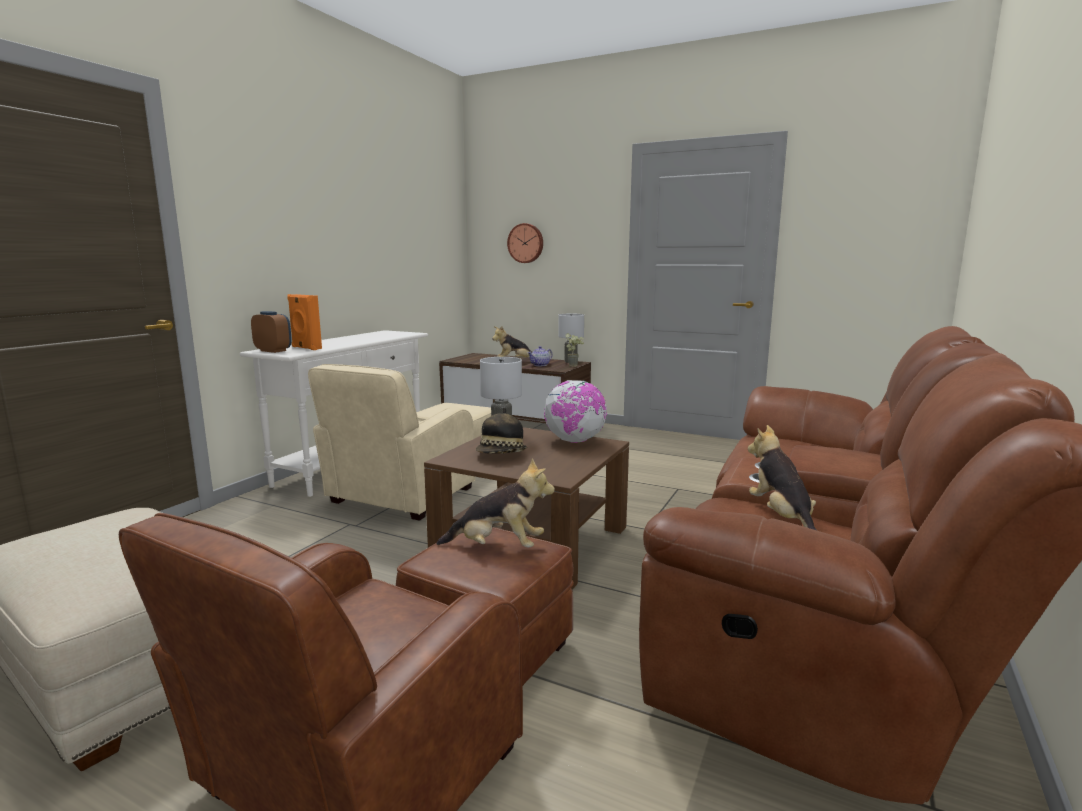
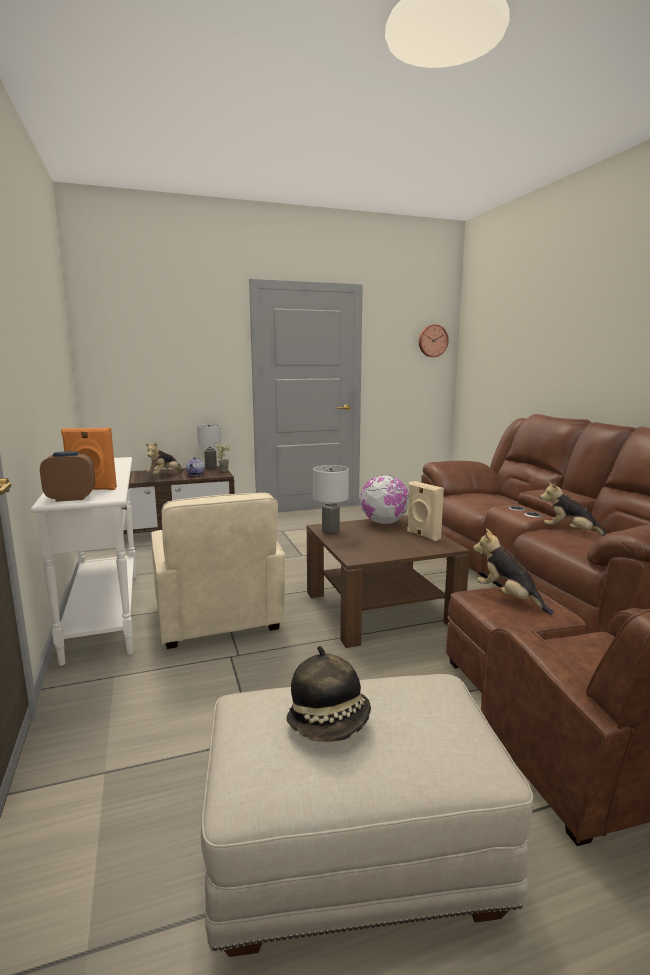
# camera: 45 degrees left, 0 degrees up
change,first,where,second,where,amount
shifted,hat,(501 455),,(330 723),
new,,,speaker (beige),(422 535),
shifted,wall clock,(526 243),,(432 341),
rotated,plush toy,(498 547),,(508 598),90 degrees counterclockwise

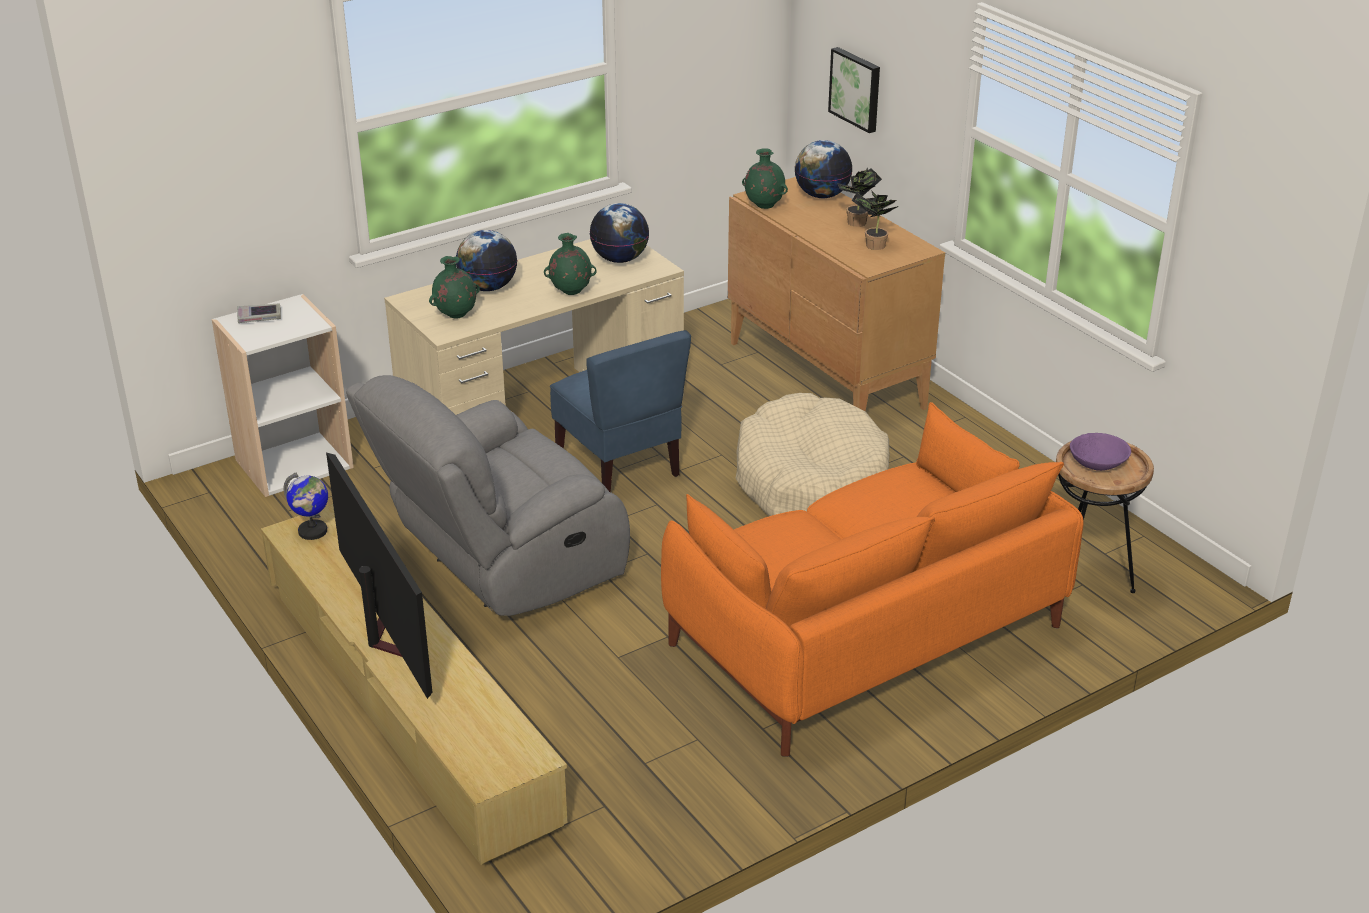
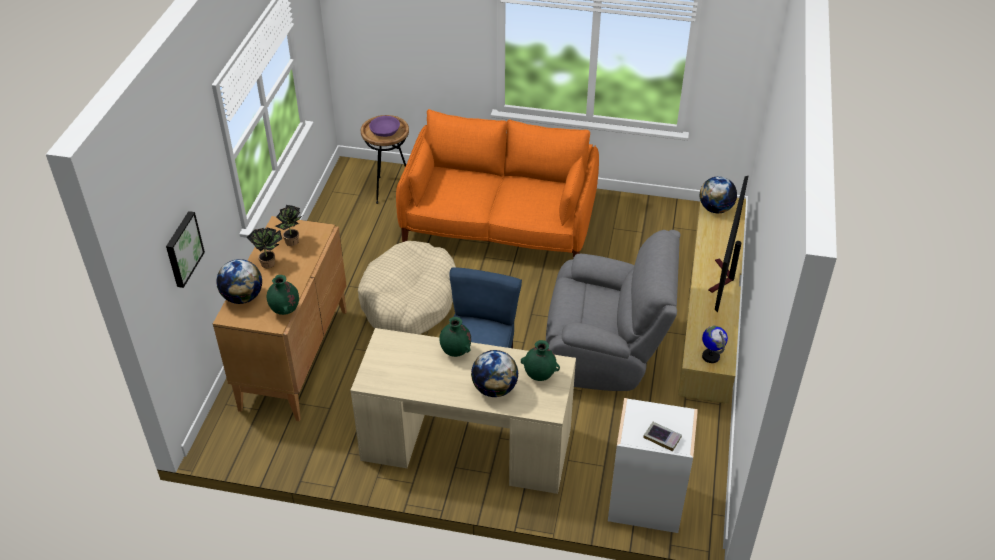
# camera: 135 degrees left, 10 degrees up
change,first,where,second,where,amount
shifted,globe,(620 259),,(715 209),

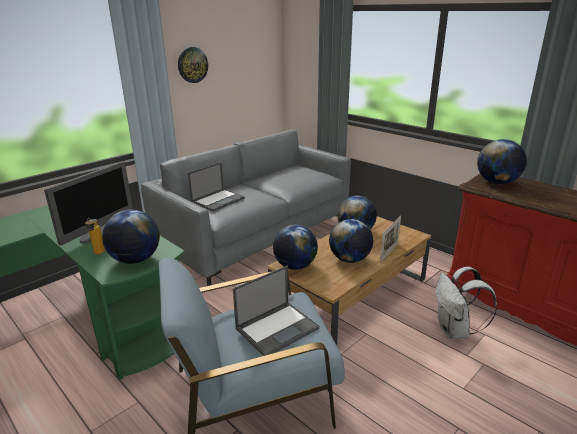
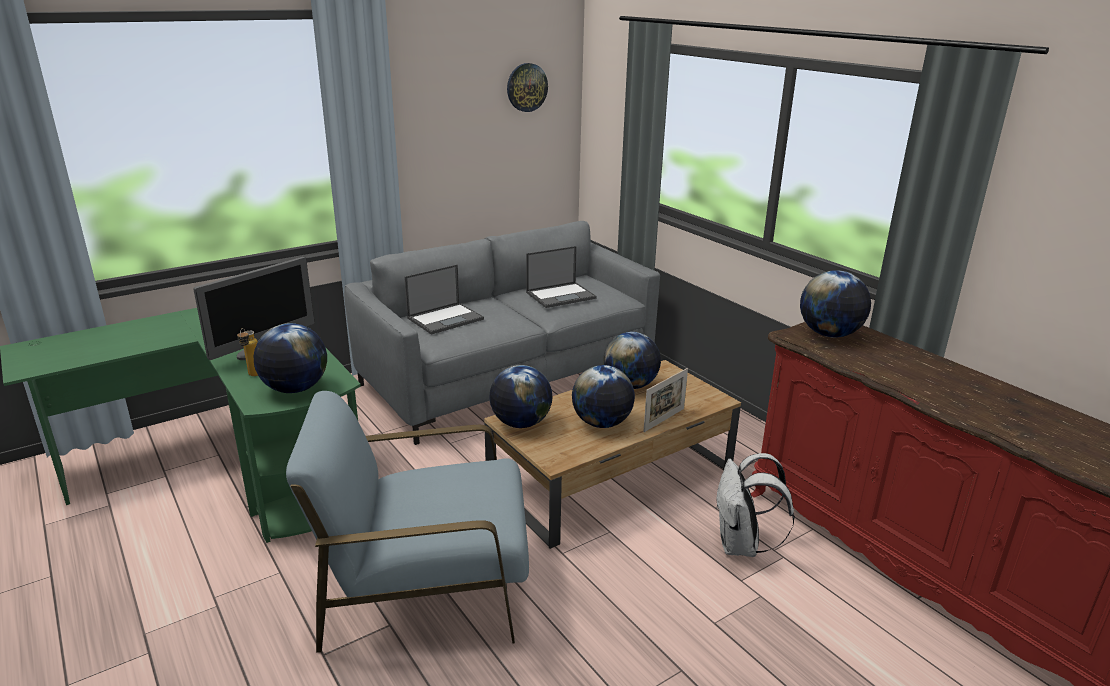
# camera: 10 degrees right, 0 degrees up
change,first,where,second,where,amount
shifted,wall clock,(192 65),,(526 87),
shifted,laptop,(278 328),,(561 295),

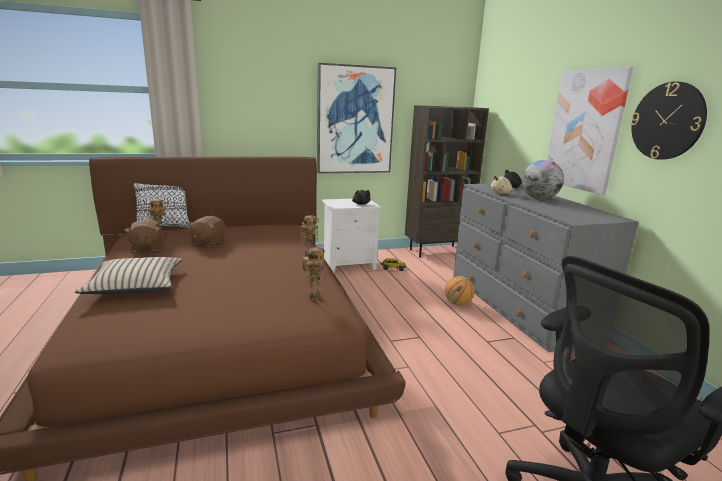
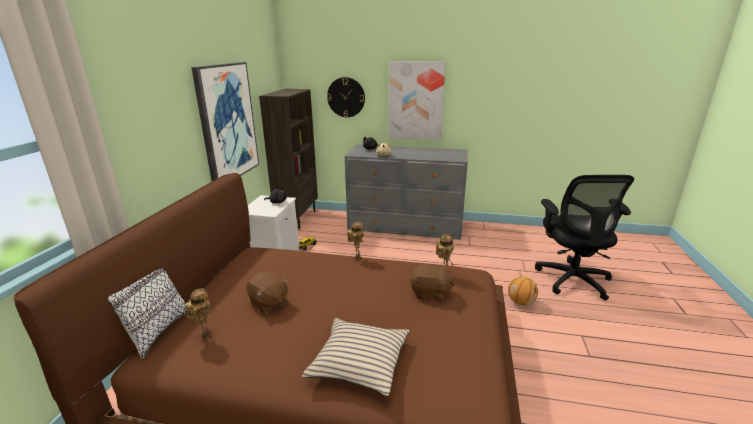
# camera: 60 degrees left, 5 degrees up
change,first,where,second,where,amount
shifted,wall clock,(667 121),,(346 97),
shifted,plush toy (brown),(146 247),,(430 293),
shifted,basketball,(458 303),,(521 302),
gone,globe,(539 199),,,

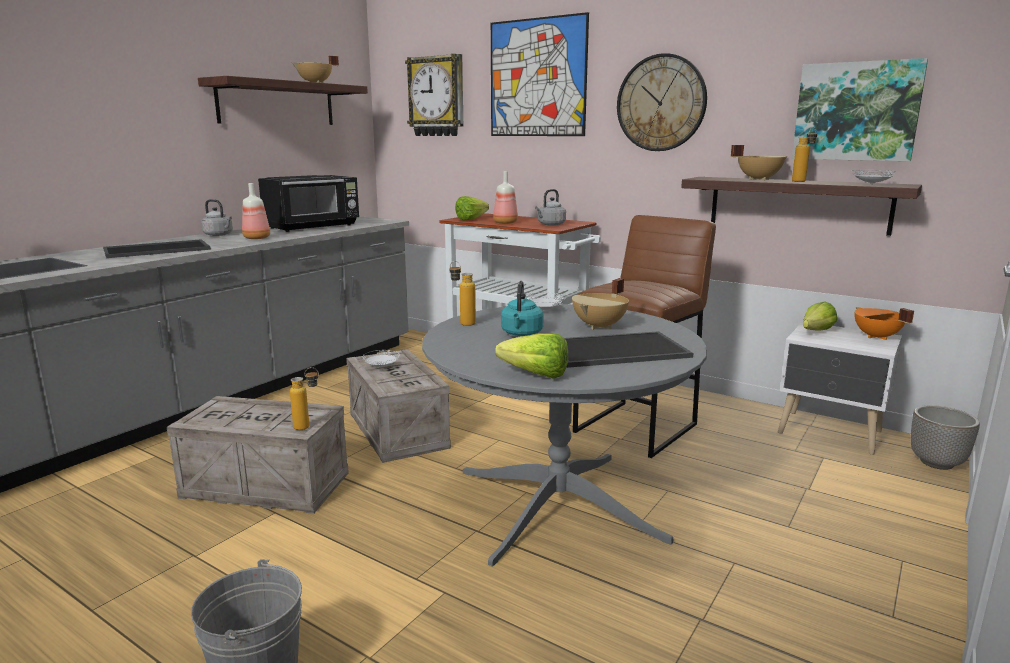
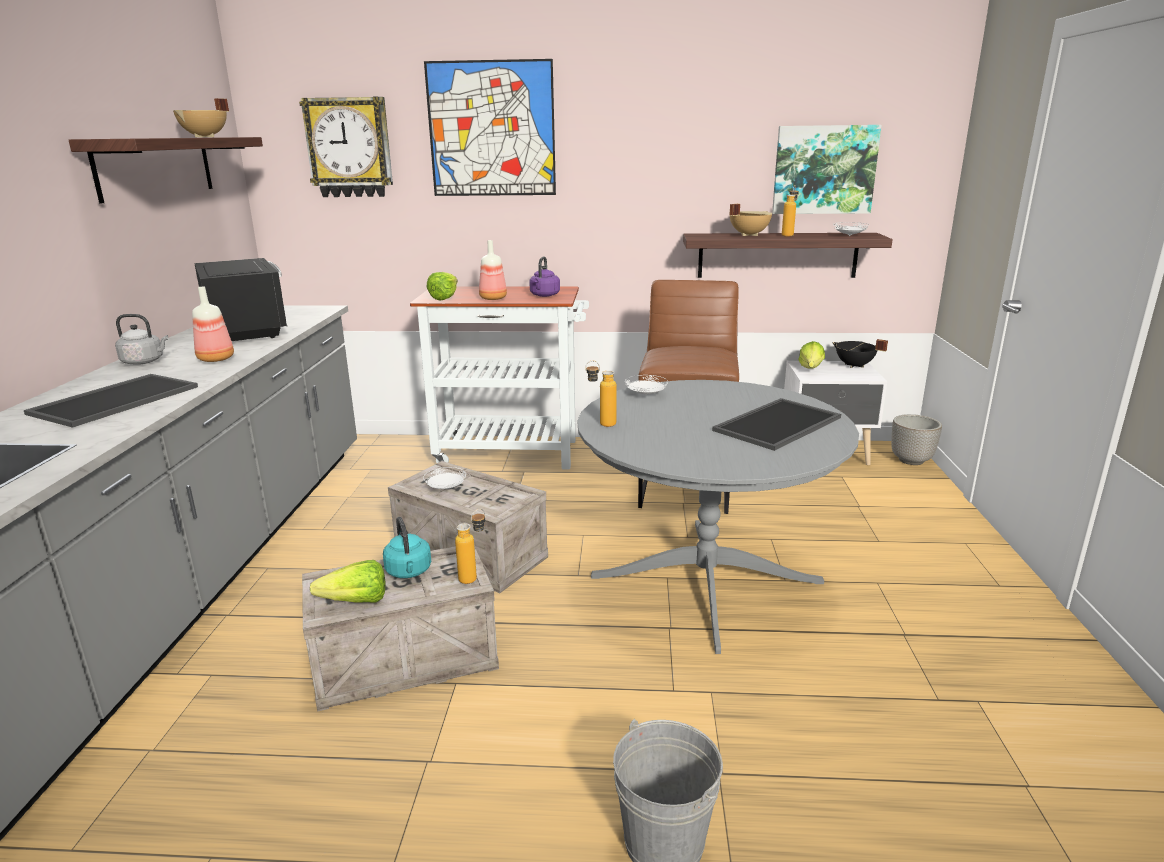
# camera: 30 degrees left, 5 degrees up
change,first,where,second,where,amount
rotated,microwave (black),(313 226),,(247 330),45 degrees counterclockwise
shifted,lettuce,(530 374),,(350 602),
shifted,kettle (turquoise),(521 334),,(409 572),
repainted,kettle (grey),(550 224),kettle (purple),(544 295),
repainted,cooking pot (orange),(876 337),cooking pot (black),(854 366),
gone,cooking pot (beige),(600 326),,,
gone,wall clock,(661 103),,,

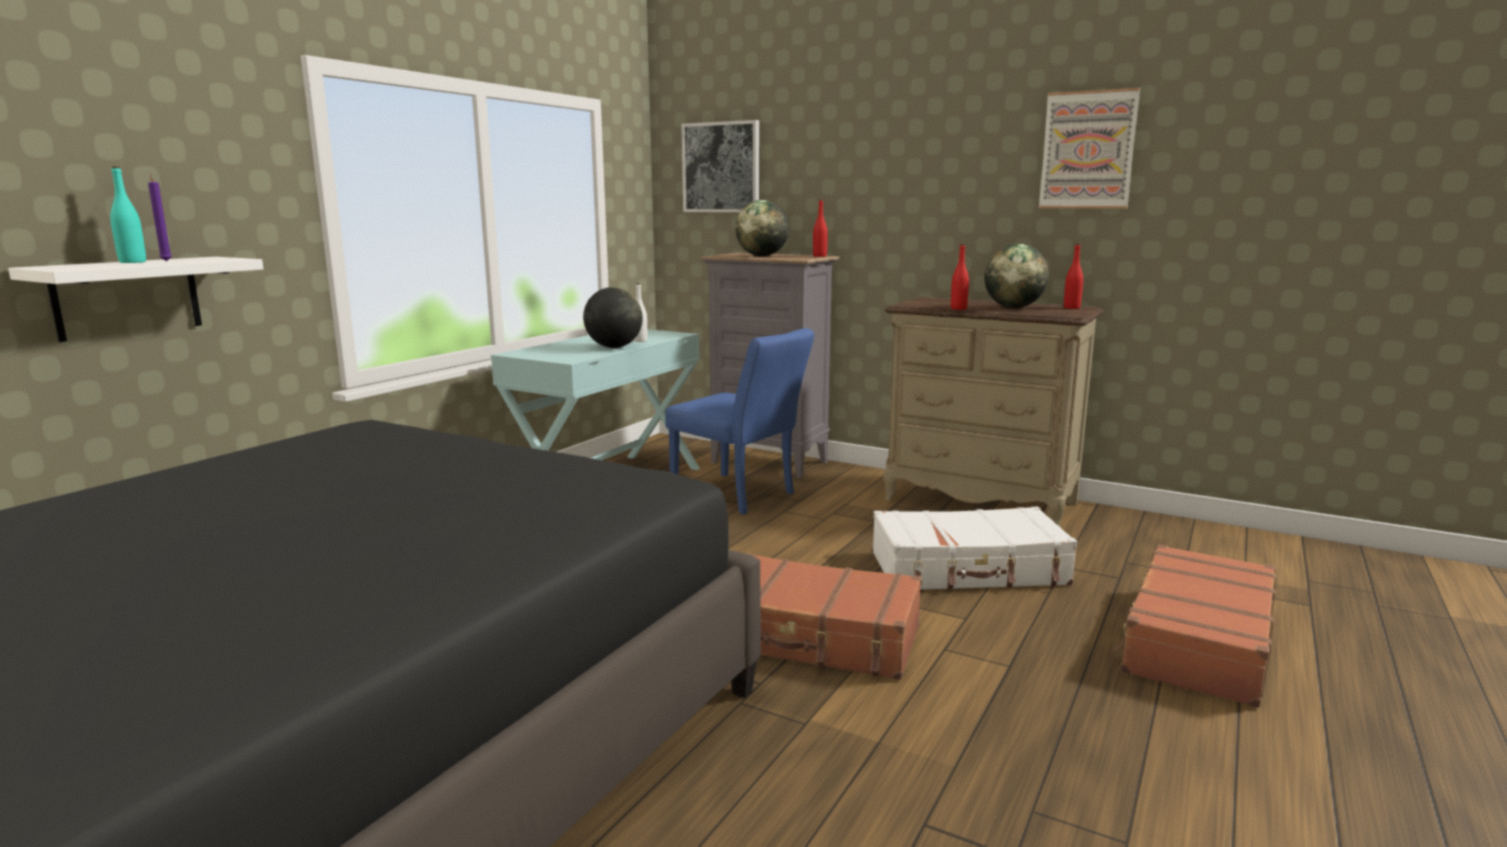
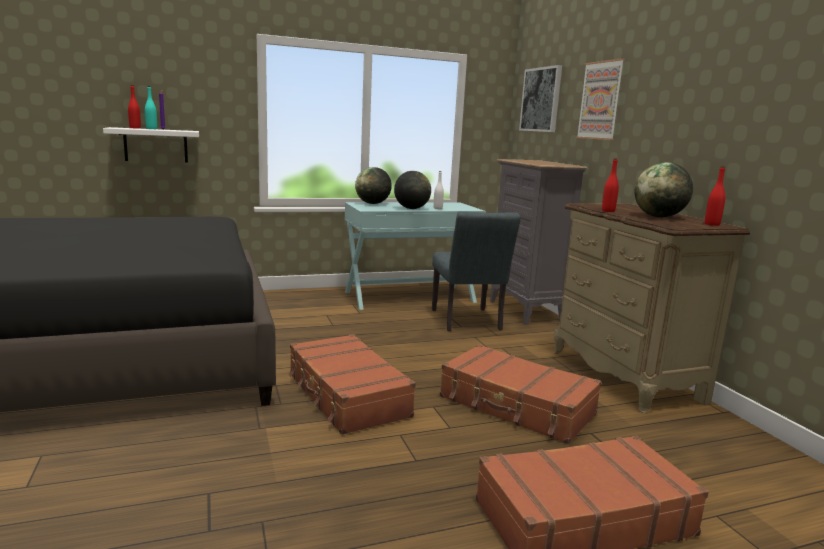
# camera: 40 degrees right, 0 degrees up
change,first,where,second,where,amount
shifted,bottle (red),(819 256),,(135 128),
shifted,globe,(762 256),,(372 203),
repainted,chair (blue),(740 496),chair (grey),(467 322),
repainted,suitcase (white),(969 569),suitcase (brown),(516 406),
shifted,picture,(1088 150),,(600 100),

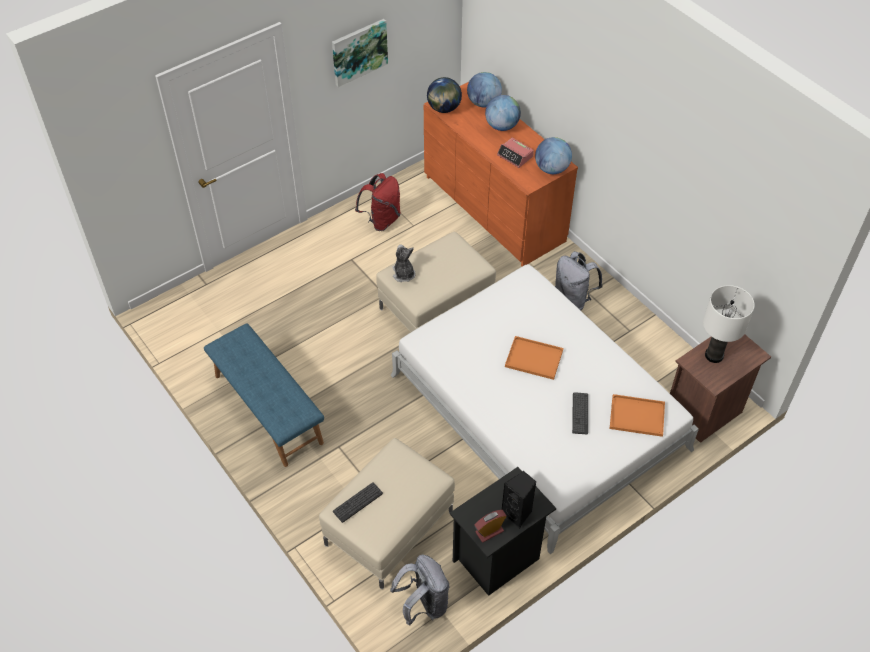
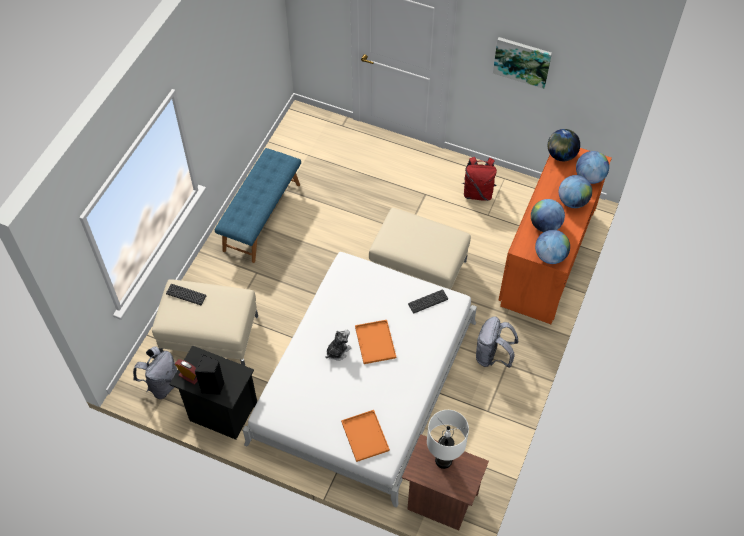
# camera: 60 degrees right, 5 degrees up
change,first,where,second,where,amount
shifted,plush toy,(403 274),,(337 351),
shifted,keyboard,(580 413),,(428 301),
swapped,alarm clock,(515 156),globe,(545 225),

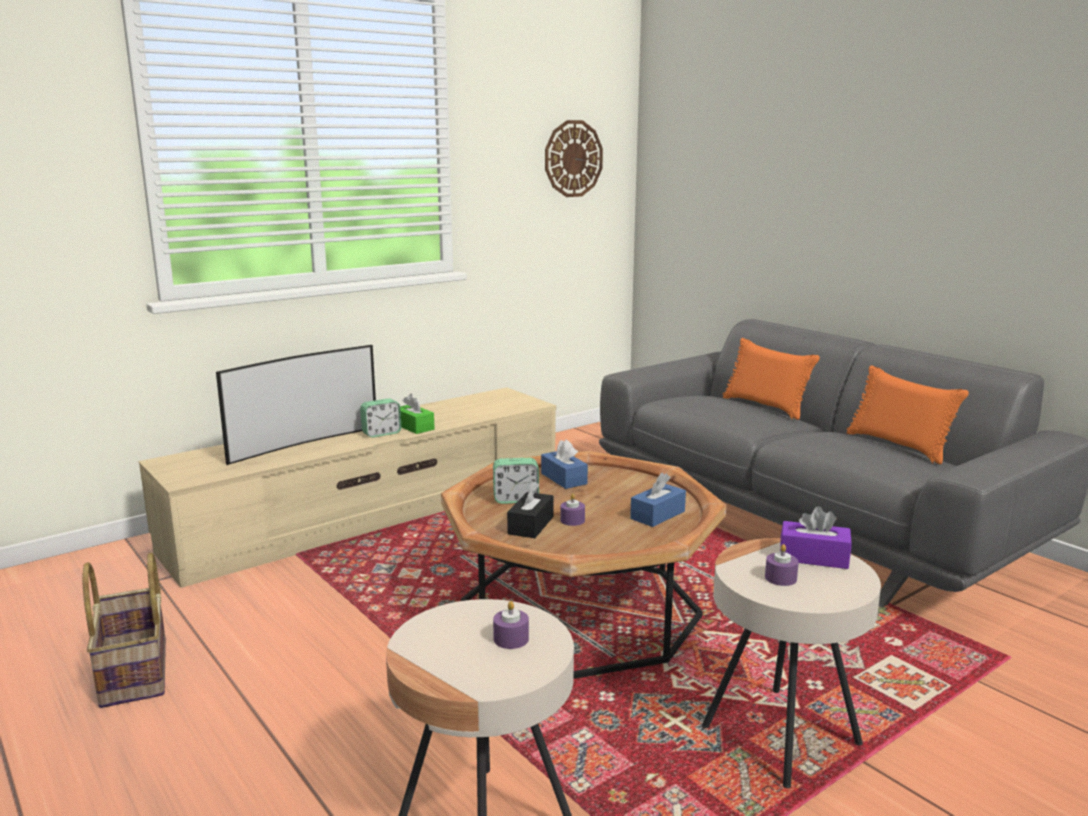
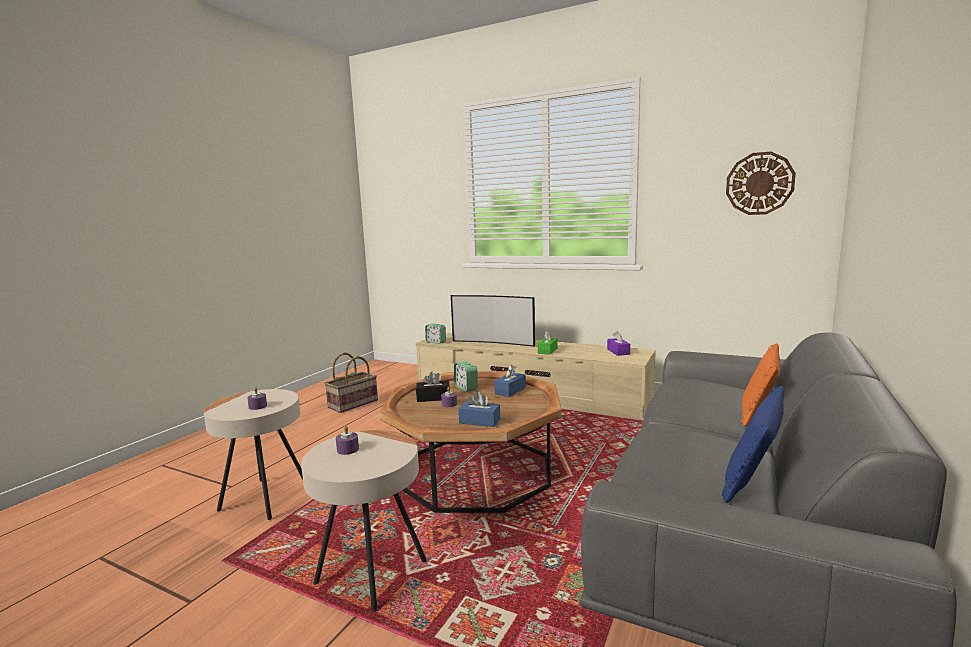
# camera: 65 degrees right, 5 degrees down
change,first,where,second,where,amount
shifted,alarm clock,(381 433),,(436 342),
shifted,tissue box (purple),(813 557),,(618 352),
repainted,pillow (orange),(899 446),pillow (blue),(751 478),

